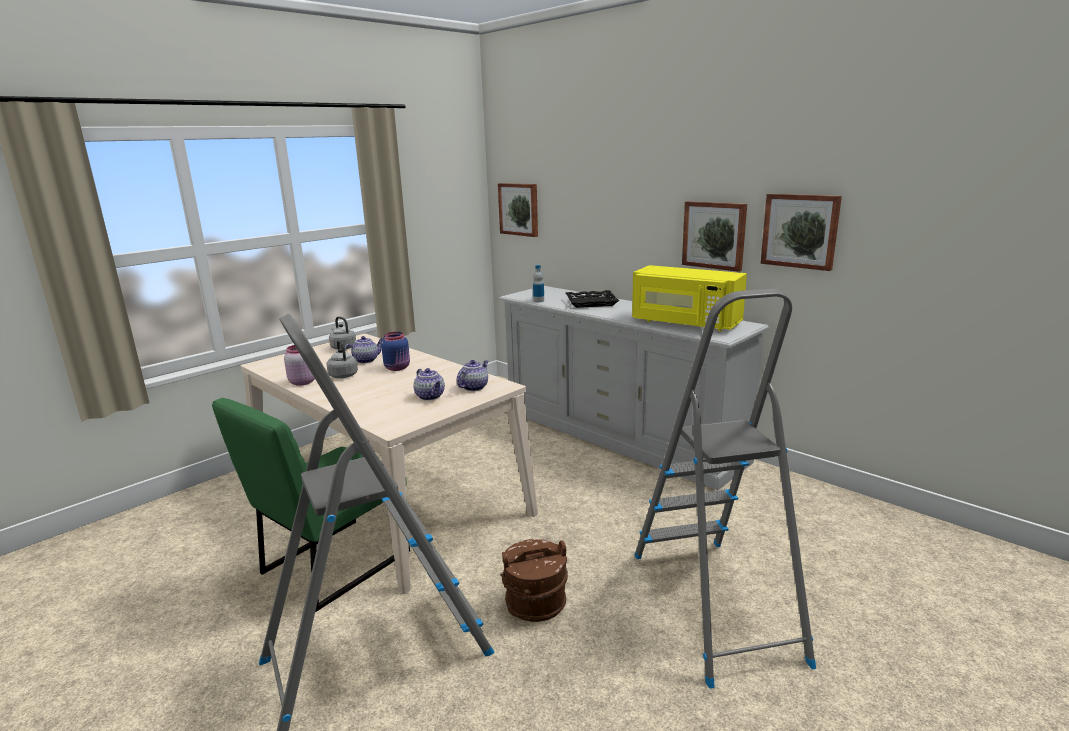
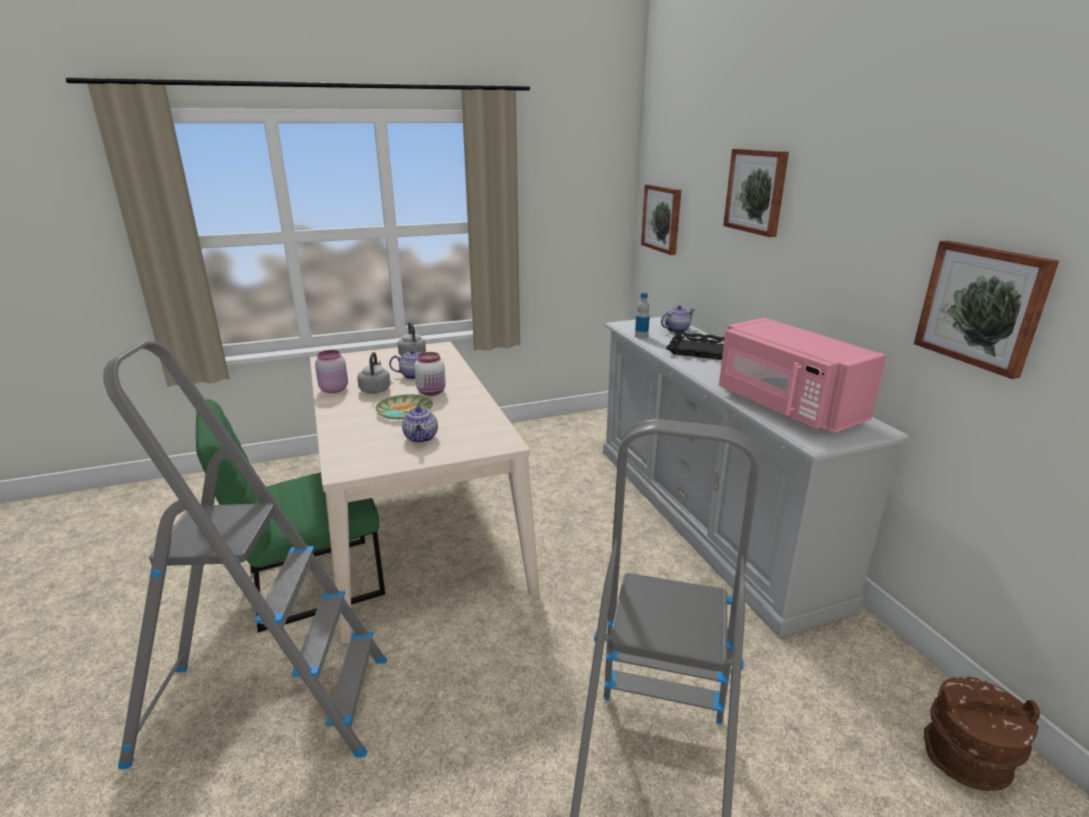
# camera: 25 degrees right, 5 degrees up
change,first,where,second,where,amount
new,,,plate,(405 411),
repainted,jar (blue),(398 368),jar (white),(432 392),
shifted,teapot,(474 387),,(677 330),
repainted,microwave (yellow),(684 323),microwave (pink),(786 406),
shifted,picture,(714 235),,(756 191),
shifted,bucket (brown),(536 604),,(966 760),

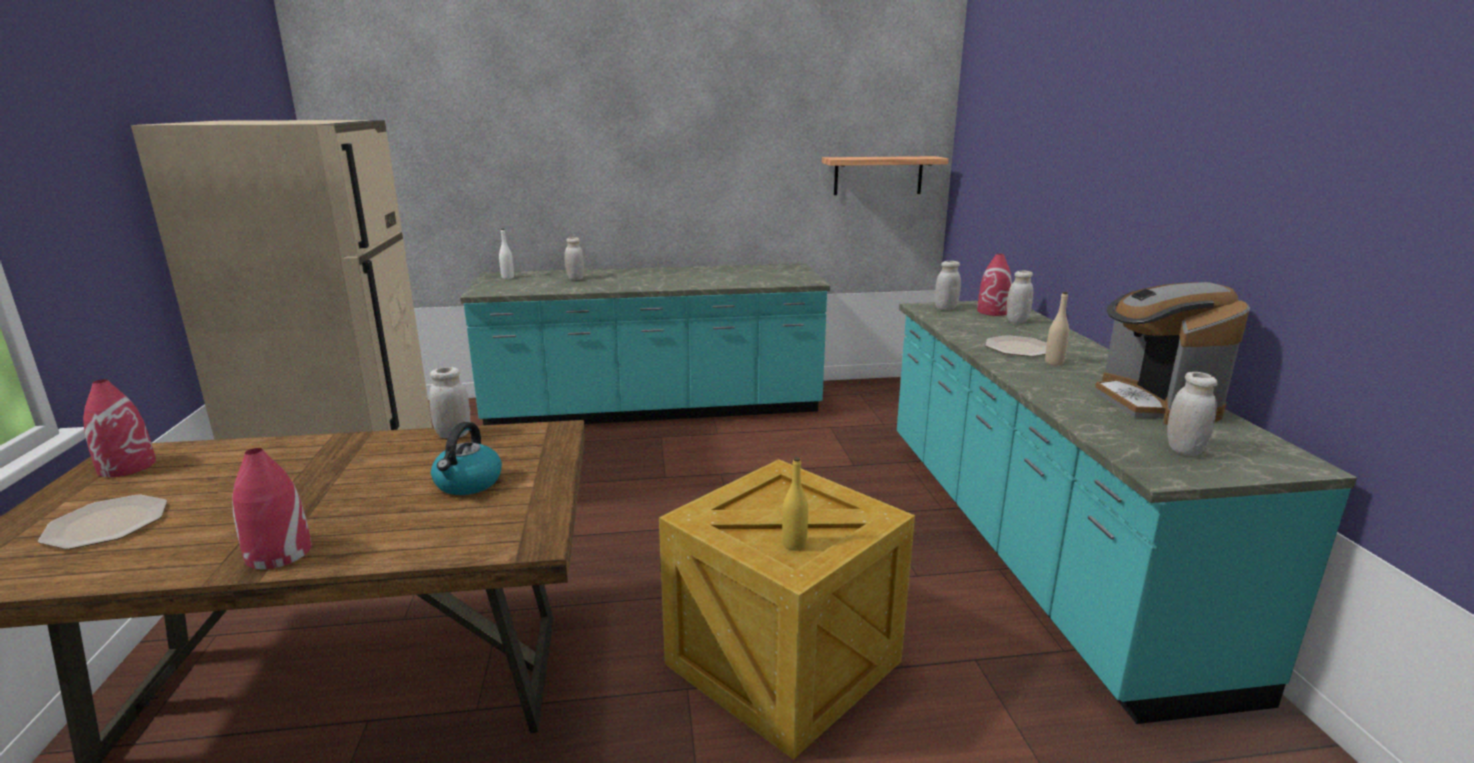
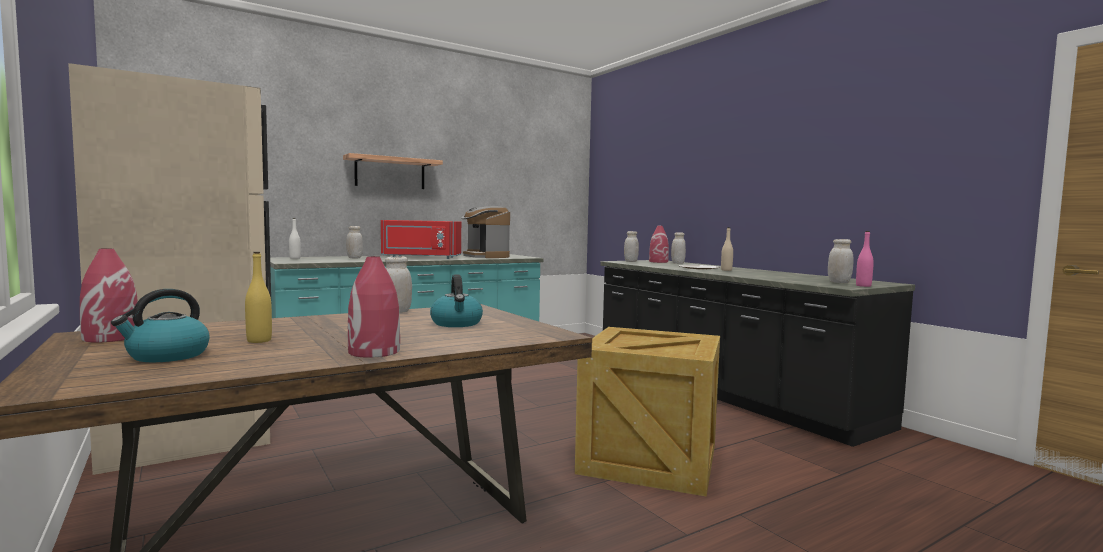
# camera: 25 degrees left, 15 degrees down
change,first,where,second,where,amount
swapped,plate,(107 524),kettle,(167 356),
shifted,bottle (yellow),(794 544),,(259 340),
shifted,shelf,(878 175),,(390 173),
new,,,microwave (red),(421 257),
shifted,coffee machine,(1155 403),,(486 256),
repainted,counter (turquoise),(1031 543),counter (black),(723 391),
new,,,bottle (pink),(863 286),

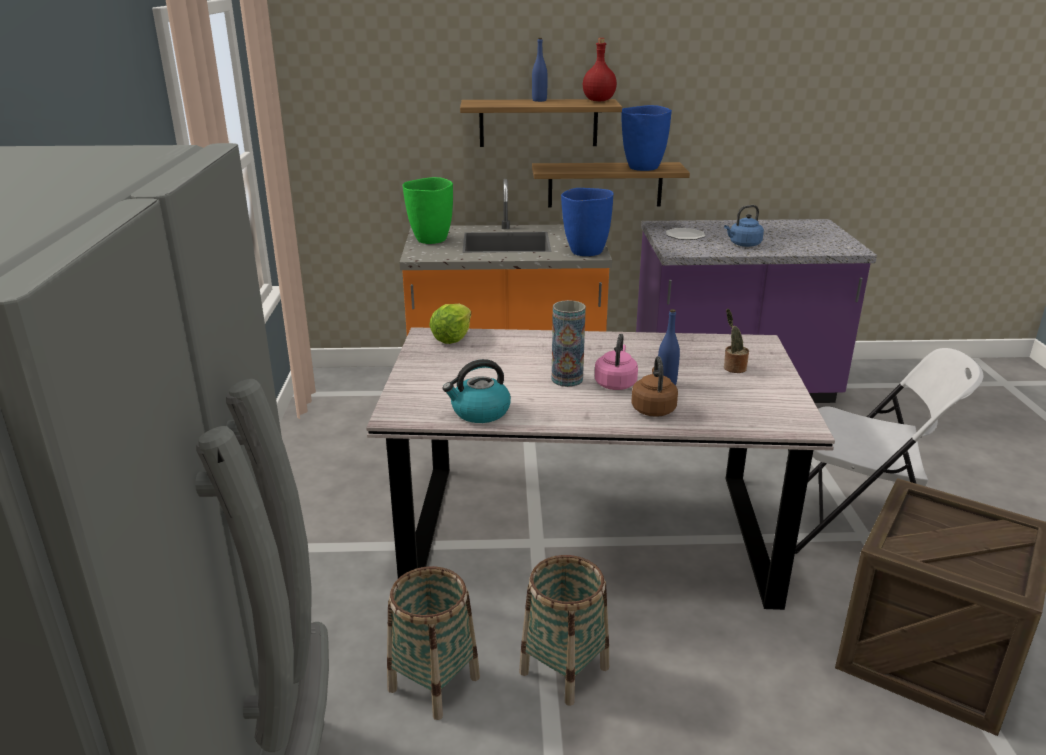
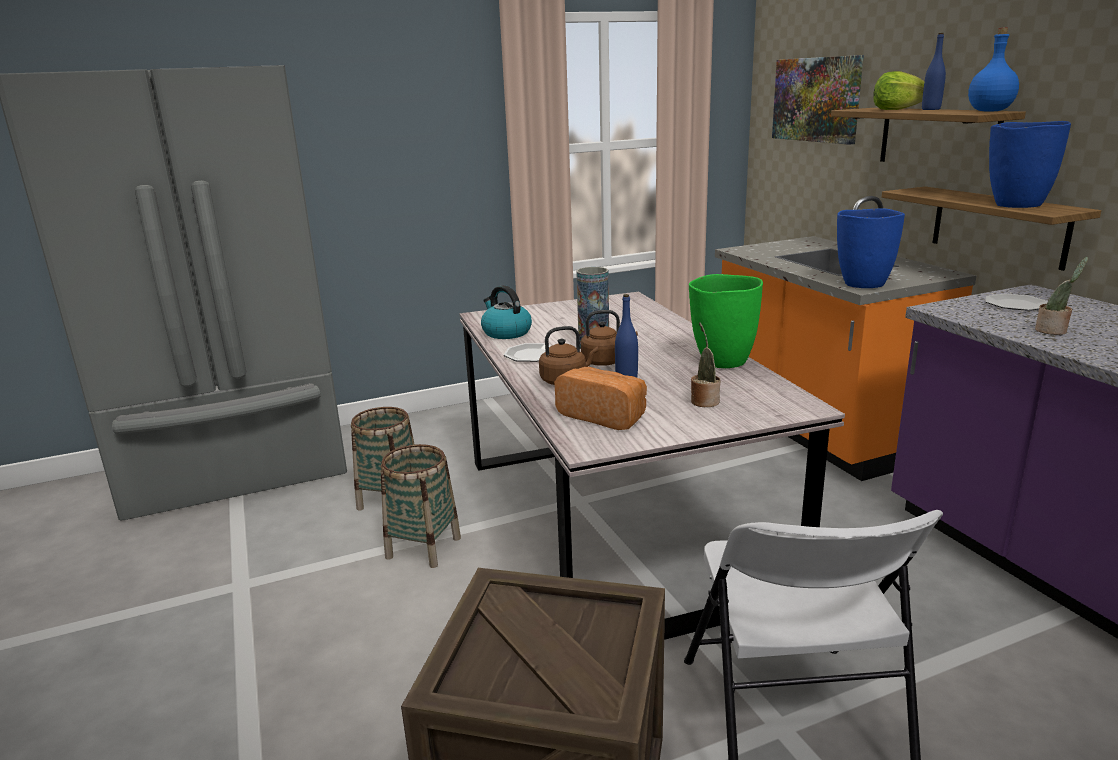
# camera: 70 degrees right, 5 degrees down
change,first,where,second,where,amount
new,,,plate,(531 355),
new,,,bread,(604 415),
repainted,kettle (pink),(615 383),kettle (brown),(605 361),
shifted,vase (green),(431 240),,(722 362),
new,,,picture,(816 99),
shifted,lettuce,(452 338),,(897 109),
repainted,bottle (red),(599 100),bottle (blue),(990 111),
swapped,kettle (blue),(743 244),potted plant,(1053 331),

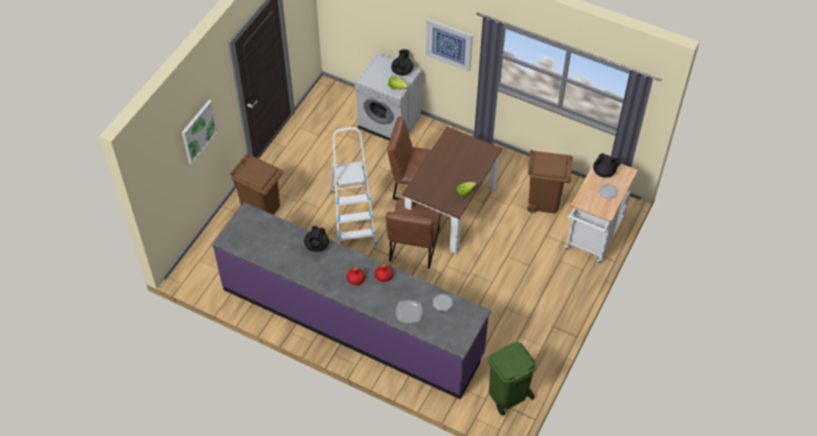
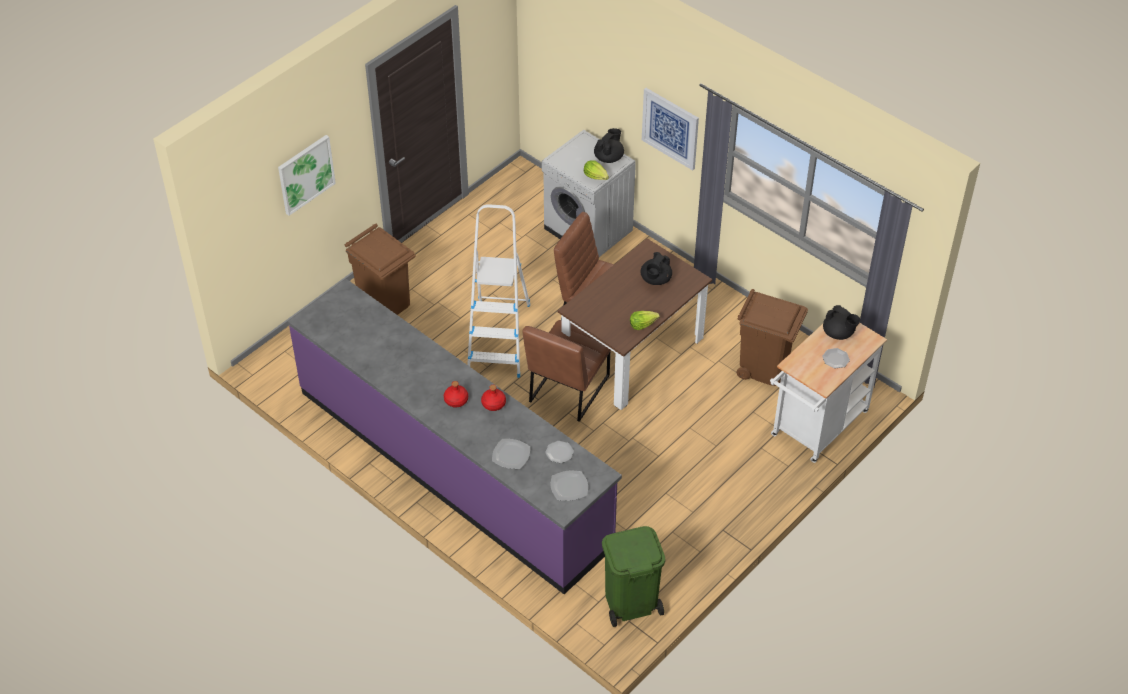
# camera: 15 degrees right, 5 degrees down
change,first,where,second,where,amount
new,,,plate,(569 487),
shifted,teapot (black),(316 246),,(655 280),

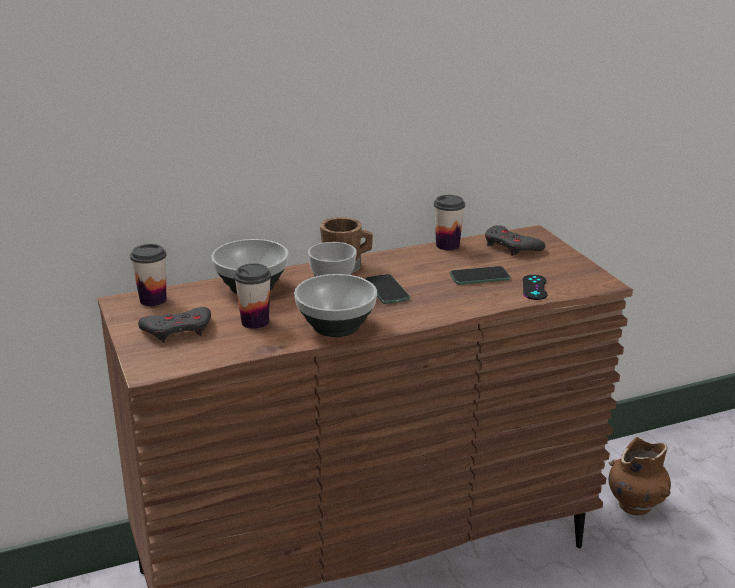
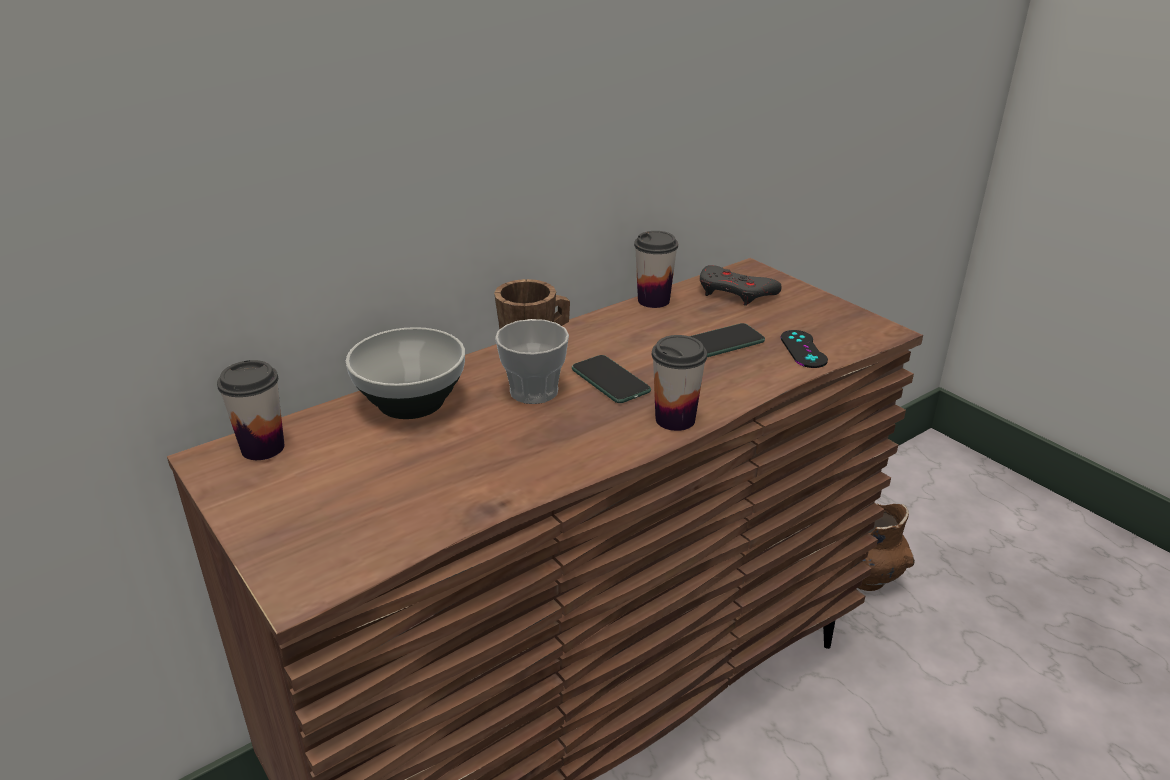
# camera: 15 degrees left, 5 degrees up
change,first,where,second,where,amount
shifted,cup,(255 322),,(675 419),
gone,game controller (grey),(178 330),,,
gone,bowl,(336 327),,,

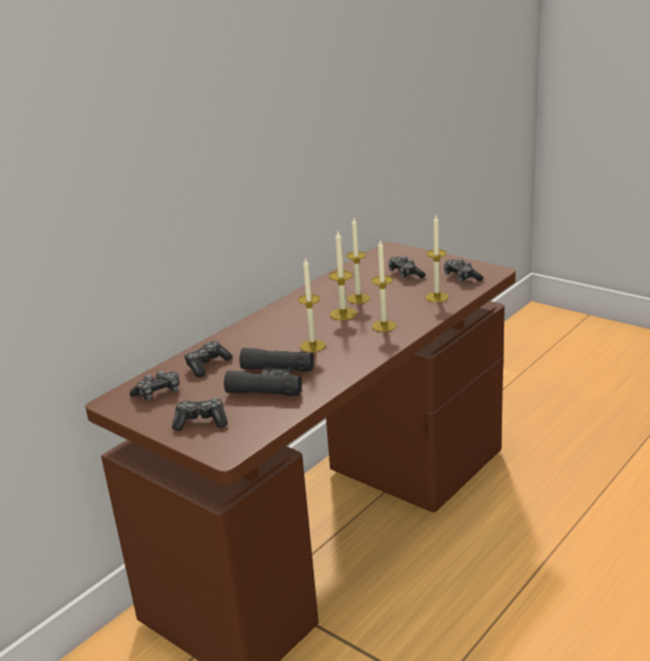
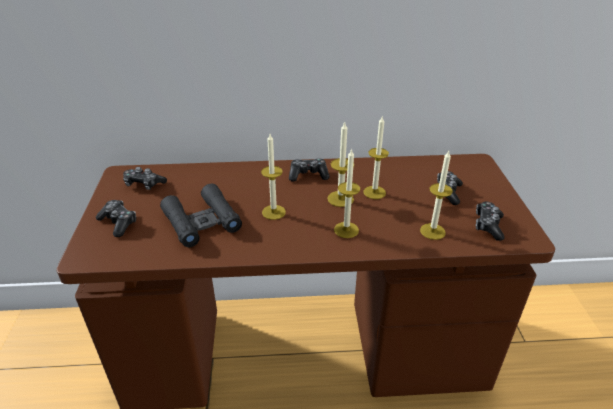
# camera: 45 degrees right, 10 degrees up
change,first,where,second,where,amount
shifted,game controller,(207 365),,(308 175),

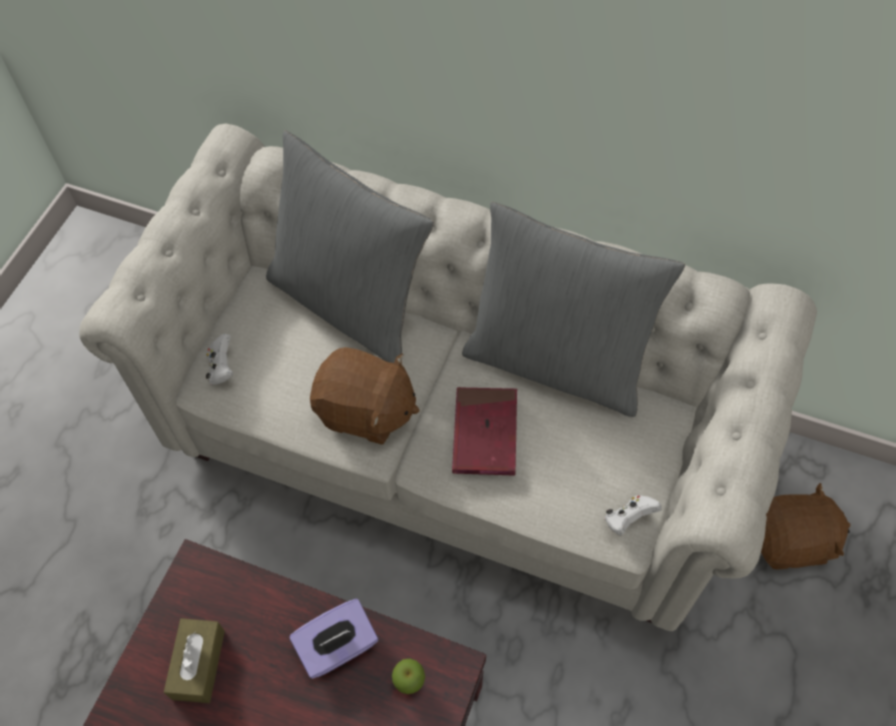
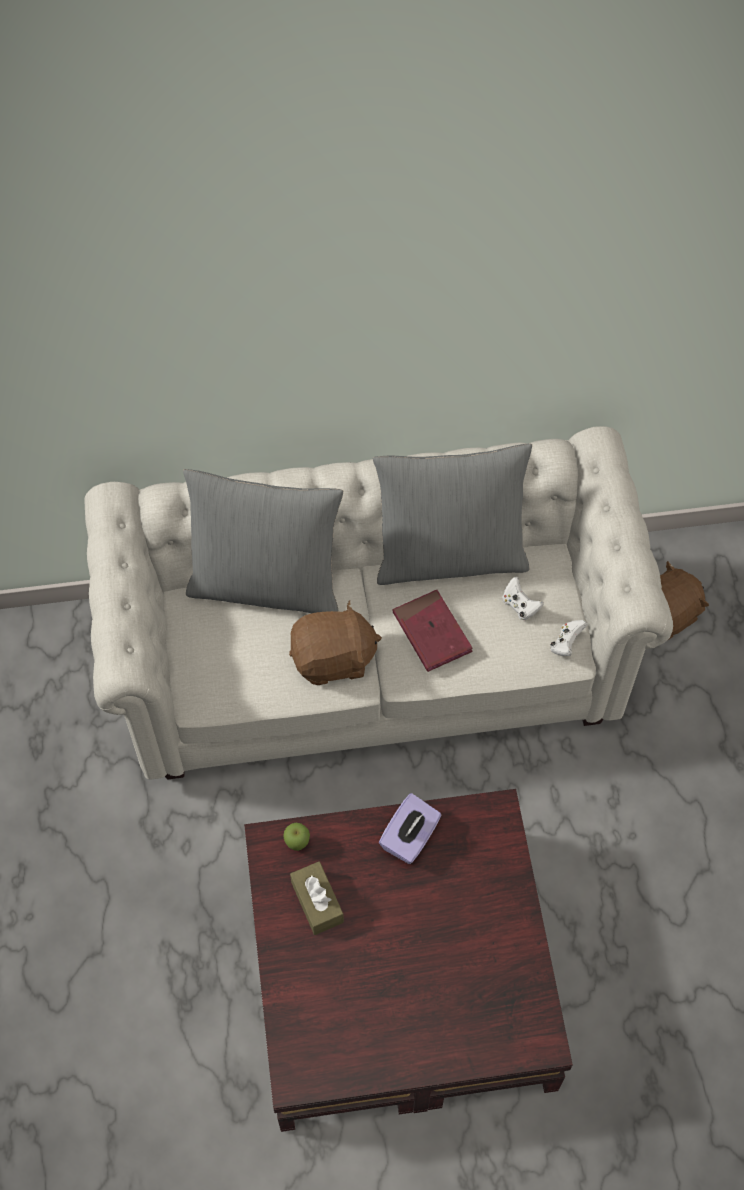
# camera: 30 degrees left, 0 degrees up
change,first,where,second,where,amount
shifted,apple,(409 683),,(297 844),
shifted,game controller (white),(222 368),,(519 606),

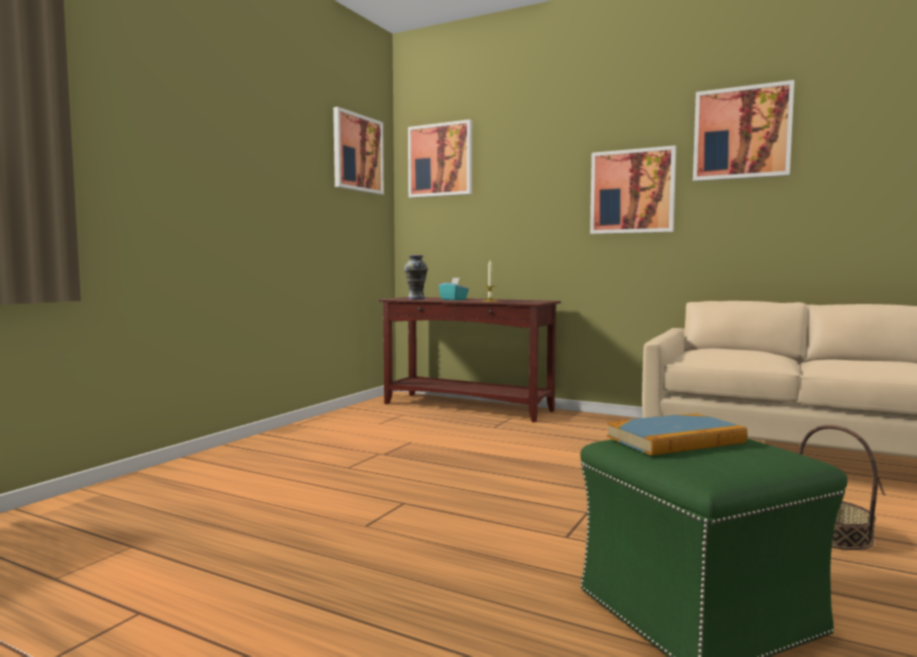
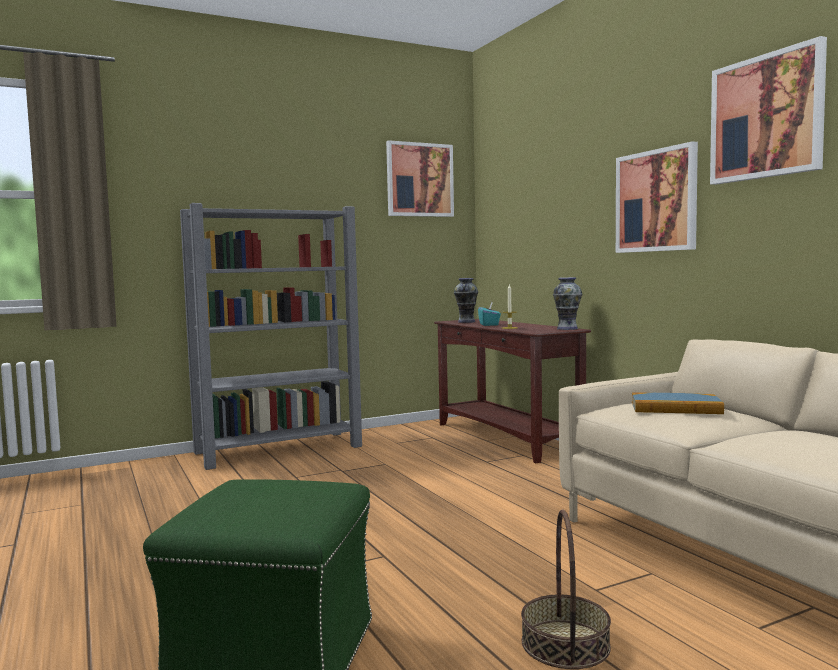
# camera: 35 degrees right, 0 degrees up
change,first,where,second,where,amount
new,,,bookcase (grey),(278 449),
new,,,vase,(567 328),
shifted,book,(675 440),,(675 408),
gone,picture,(440 160),,,

